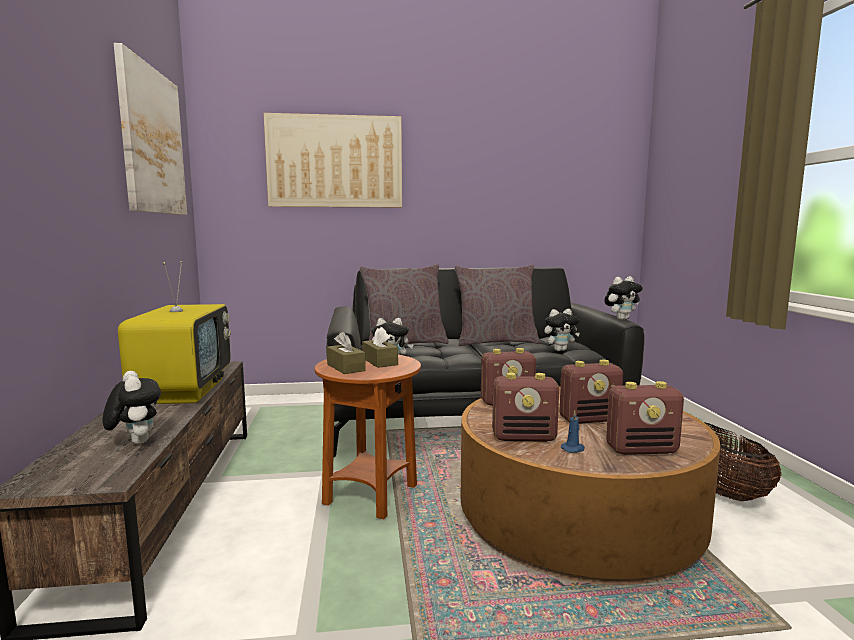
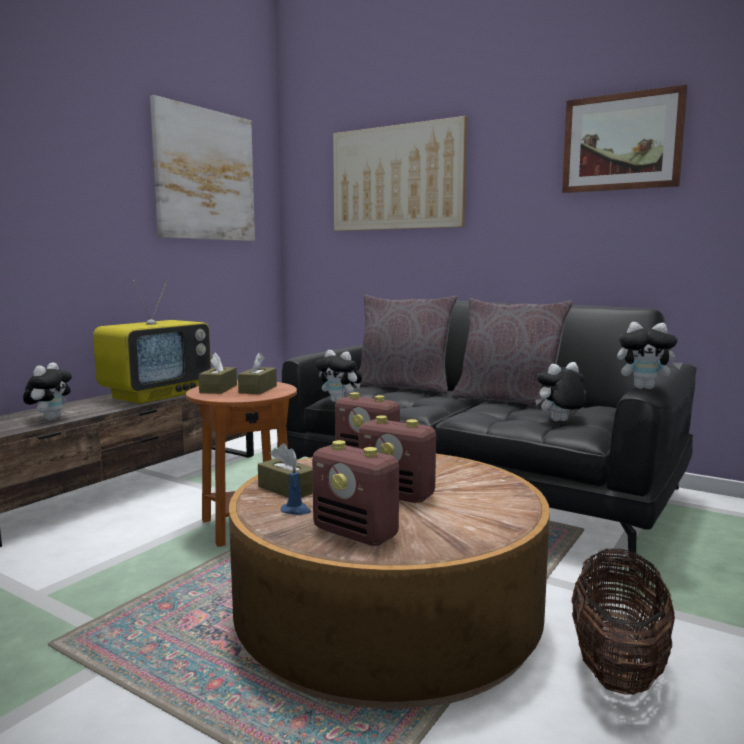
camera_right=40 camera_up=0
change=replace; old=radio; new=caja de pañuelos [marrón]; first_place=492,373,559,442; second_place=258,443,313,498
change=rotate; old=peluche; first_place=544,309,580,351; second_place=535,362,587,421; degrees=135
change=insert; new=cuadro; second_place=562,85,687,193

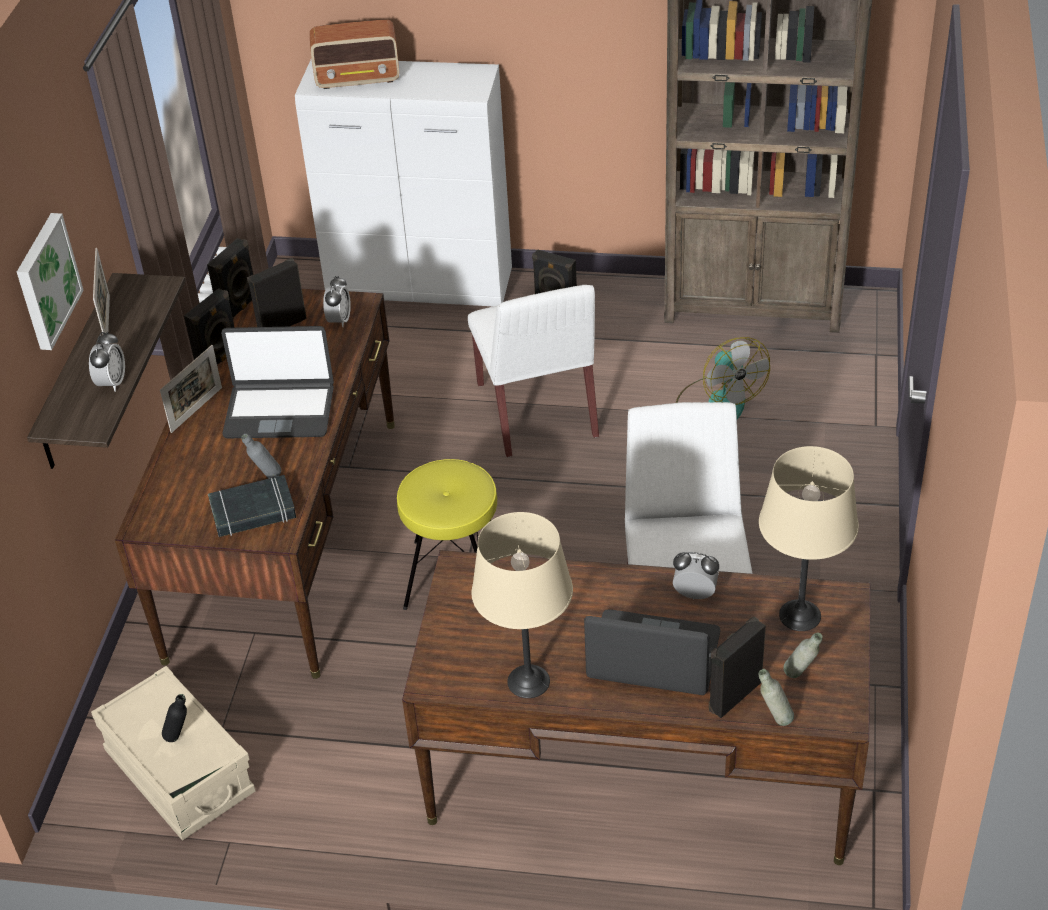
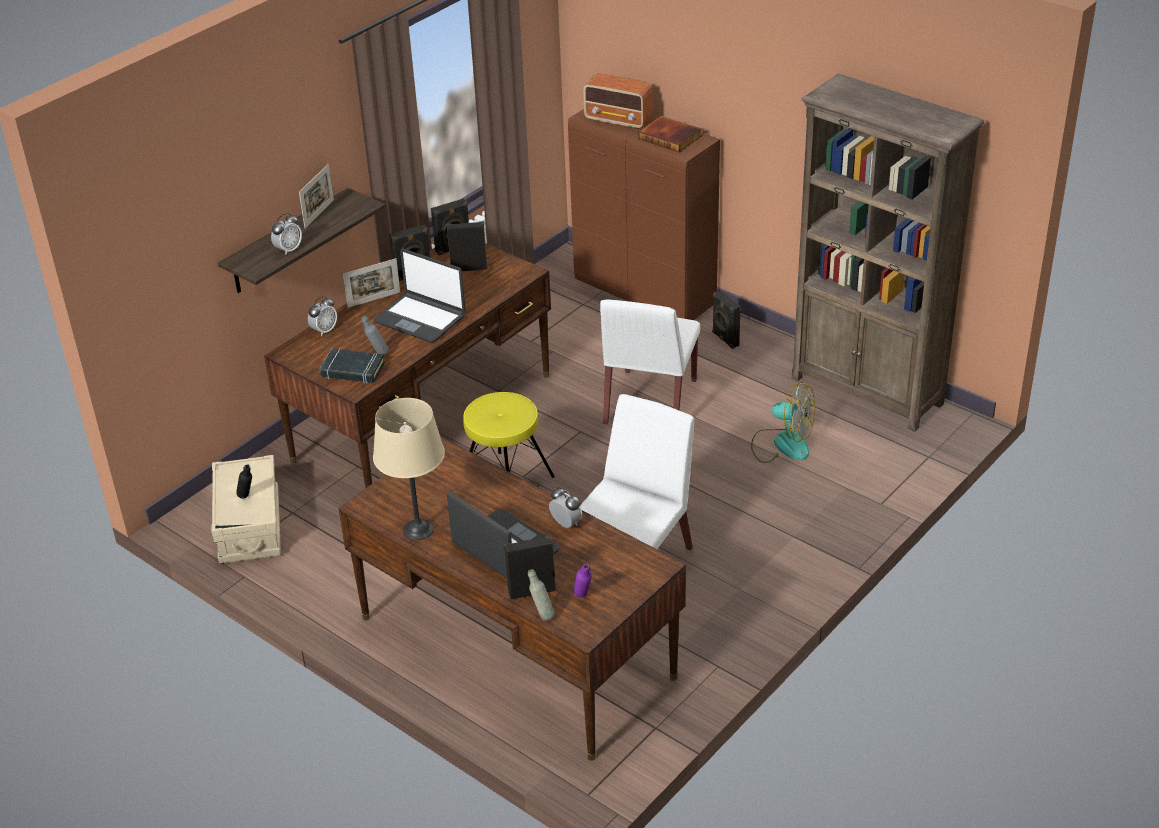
camera_right=30 camera_up=-5
change=move; old=despertador; first_place=323,276,351,327; second_place=308,296,337,336
change=recolor; old=armario [blanco]; new=armario [marrón]; first_place=295,60,512,306; second_place=568,109,720,320
change=recolor; old=botella [gris]; new=botella [morado]; first_place=784,633,823,678; second_place=573,564,592,598
change=insert; new=libro; second_place=638,116,702,152
change=rotate; old=ventilador; first_place=676,337,770,419; second_place=751,382,815,463; degrees=-75
change=delete; old=cuadro; first_place=17,213,84,350
change=delete; old=lámpara de mesa [beis]; first_place=759,446,859,631

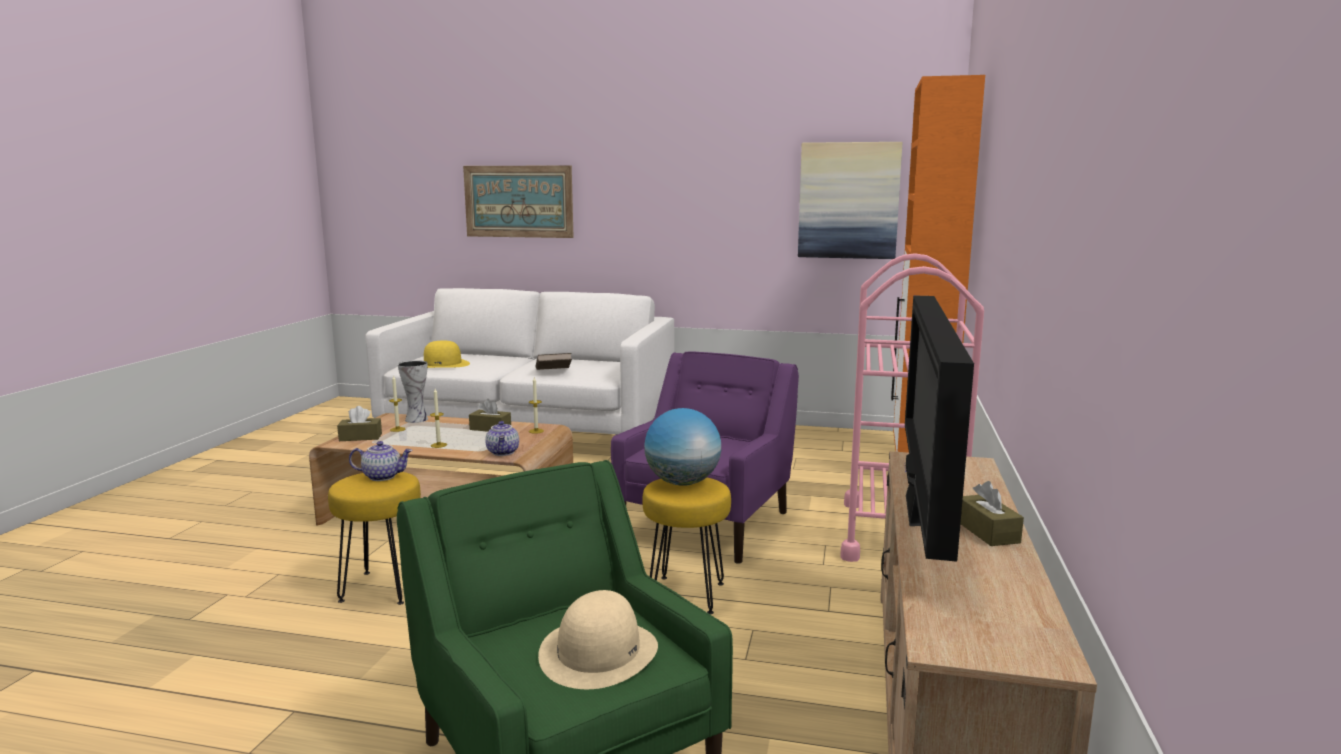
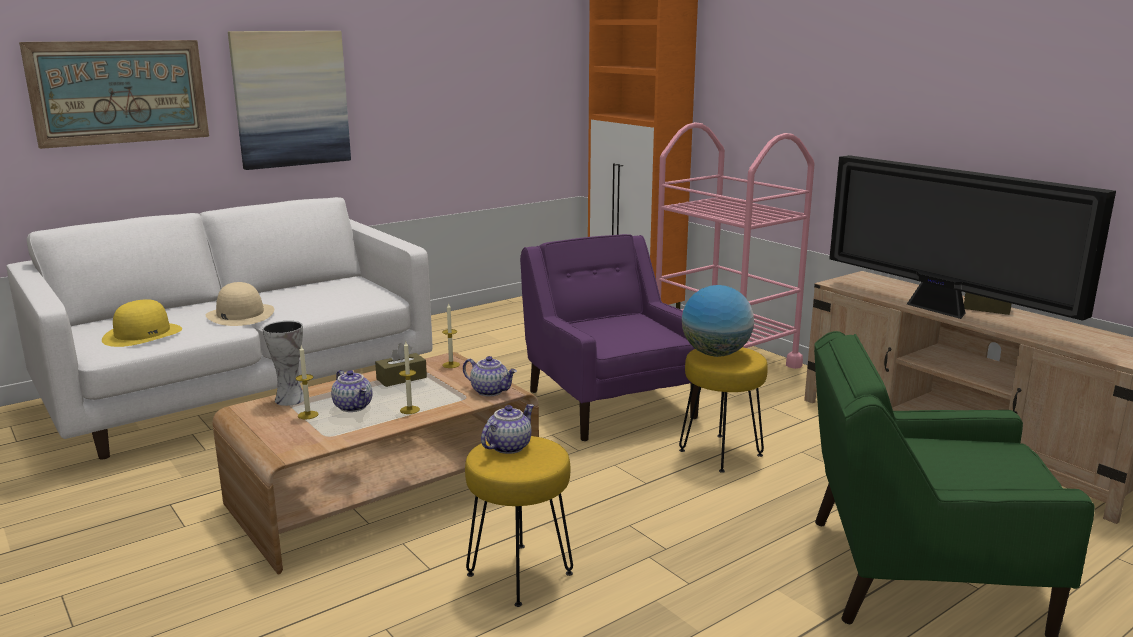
camera_right=-50 camera_up=5
change=move; old=sombrero [beis]; first_place=538,590,658,689; second_place=206,282,274,326
change=move; old=cuadro; first_place=798,142,902,259; second_place=228,31,351,170
change=insert; new=tetera; second_place=331,370,372,412
change=delete; old=caja de pañuelos [marrón]; first_place=337,406,382,441
change=delete; old=libro [marrón]; first_place=536,353,572,370

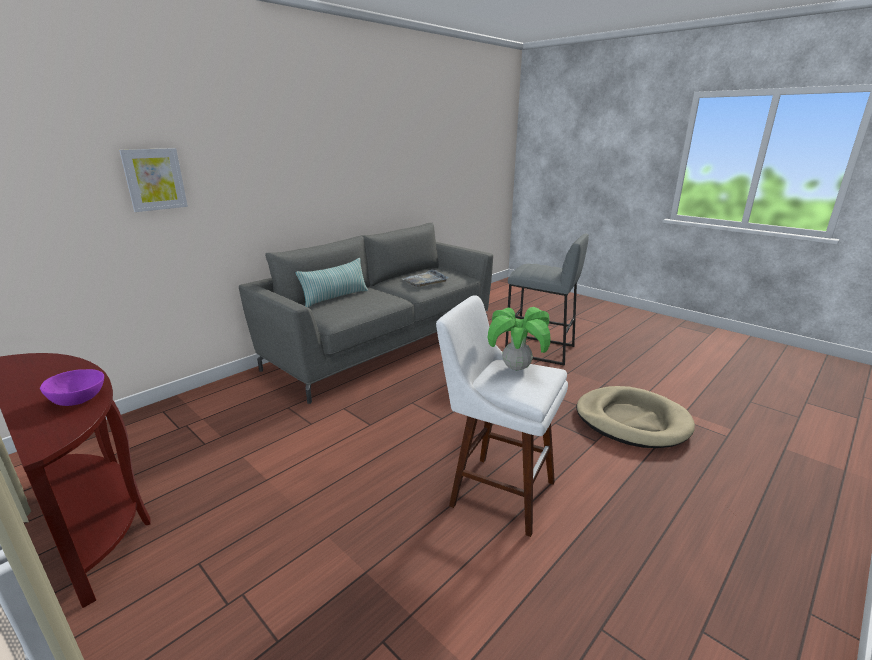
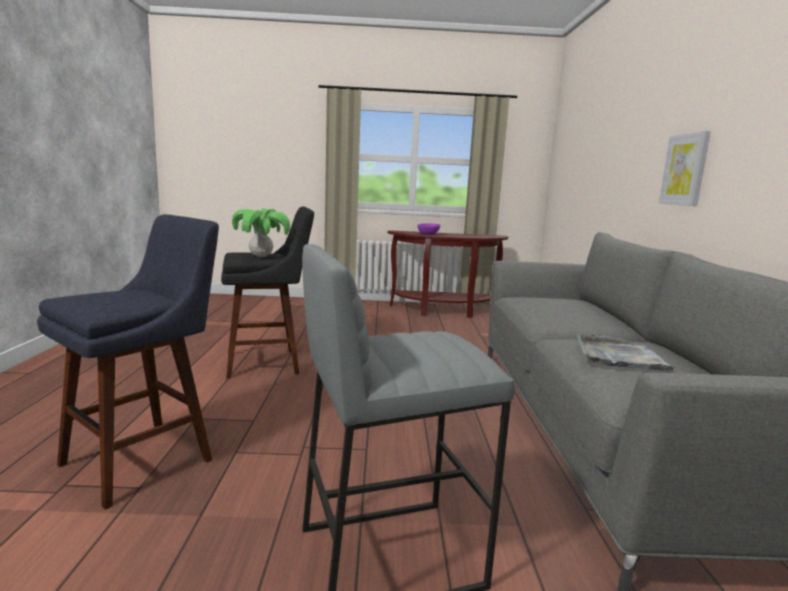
camera_right=135 camera_up=-10
change=replace; old=cama para perro [beis]; new=taburete [azul]; first_place=576,386,695,448; second_place=37,214,219,510
change=recolor; old=taburete [blanco]; new=taburete [negro]; first_place=436,295,568,537; second_place=221,207,314,379
change=move; old=cuadro; first_place=119,148,188,212; second_place=659,131,711,206
change=delete; old=cojín; first_place=296,258,368,307

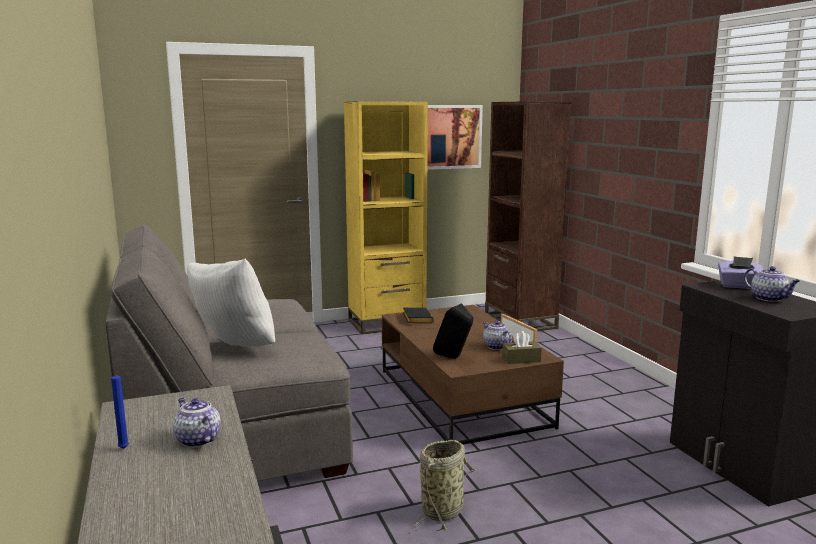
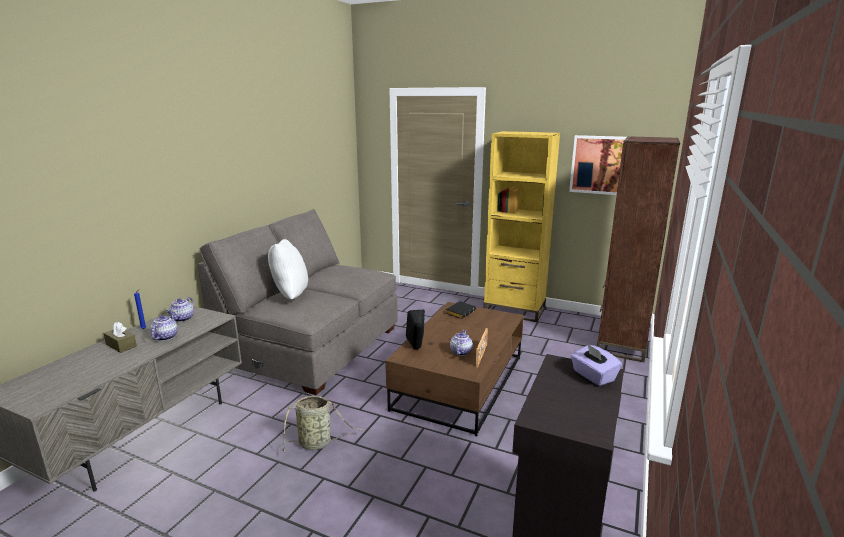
camera_right=45 camera_up=5
change=move; old=caja de pañuelos [marrón]; first_place=502,331,542,364; second_place=103,322,137,353
change=move; old=tetera; first_place=744,266,800,302; second_place=167,297,194,322

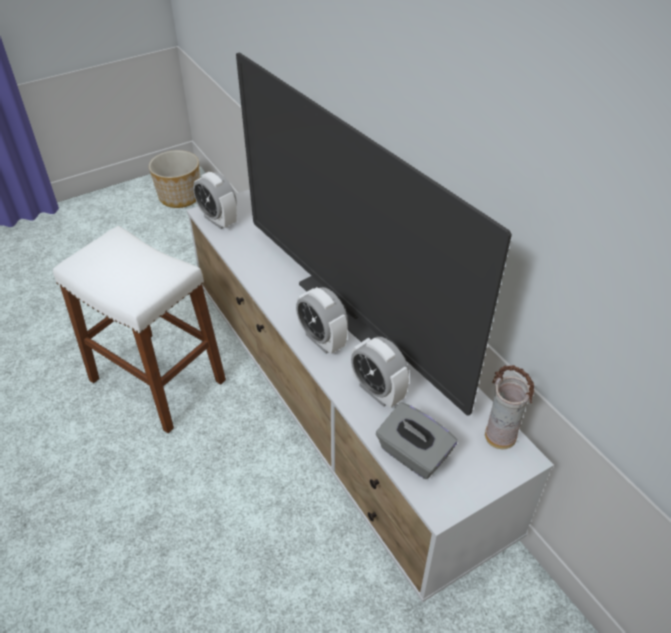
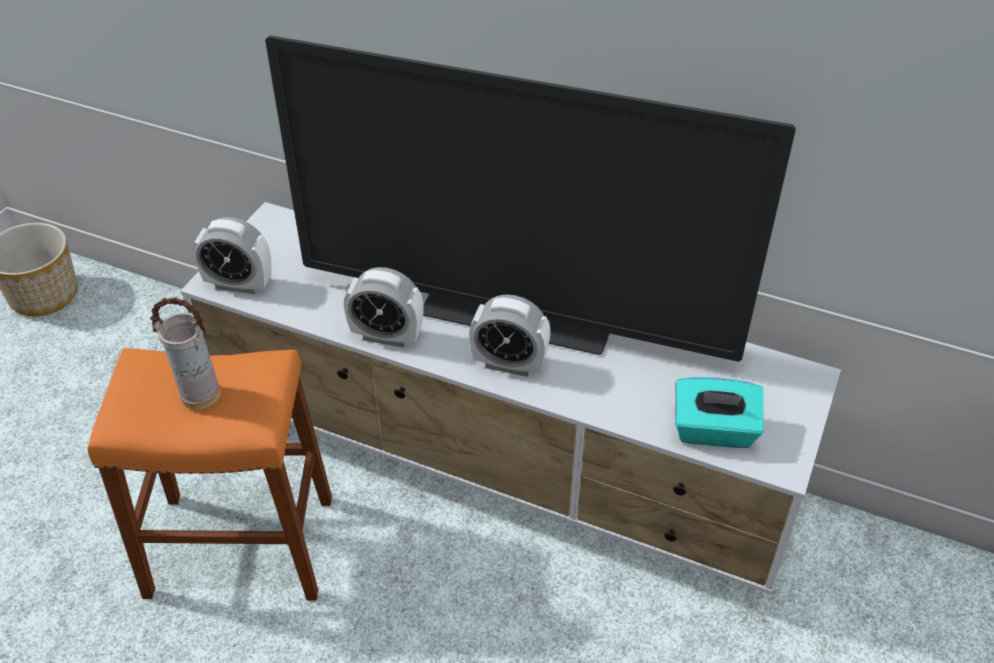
camera_right=-35 camera_up=0
change=recolor; old=taburete [blanco]; new=taburete [naranja]; first_place=53,226,226,433; second_place=87,348,332,601
change=move; old=florero; first_place=485,365,534,450; second_place=150,297,221,410
change=move; old=despertador; first_place=351,337,409,408; second_place=344,267,424,348
change=recolor; old=caja de pañuelos [gris]; new=caja de pañuelos [turquesa]; first_place=376,402,458,479; second_place=675,377,764,448

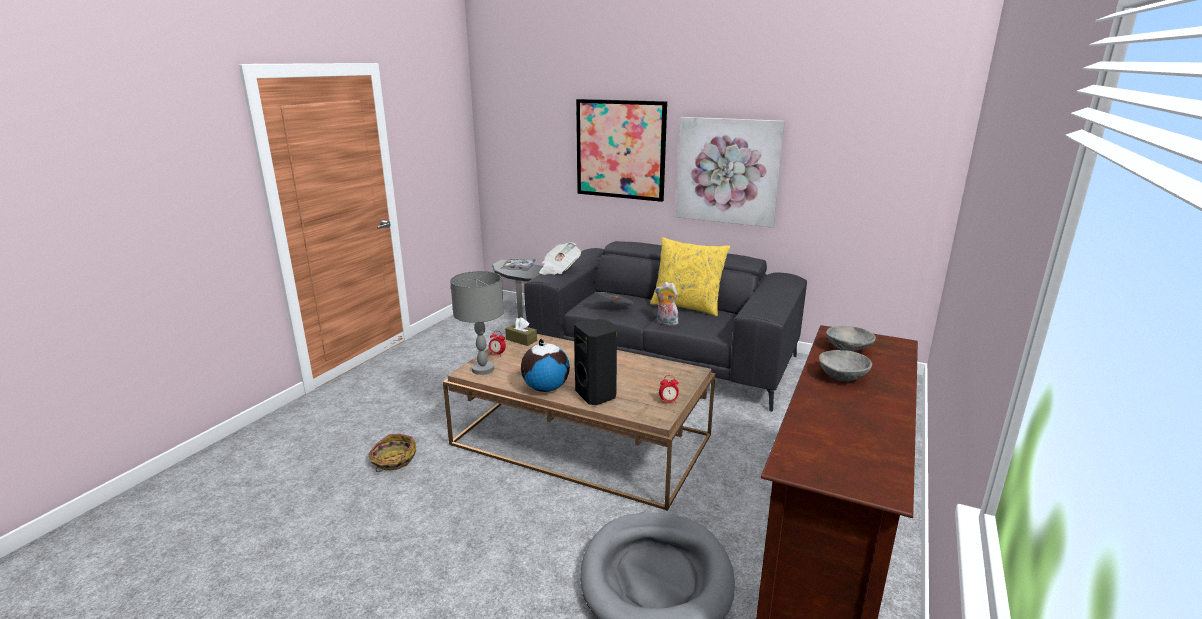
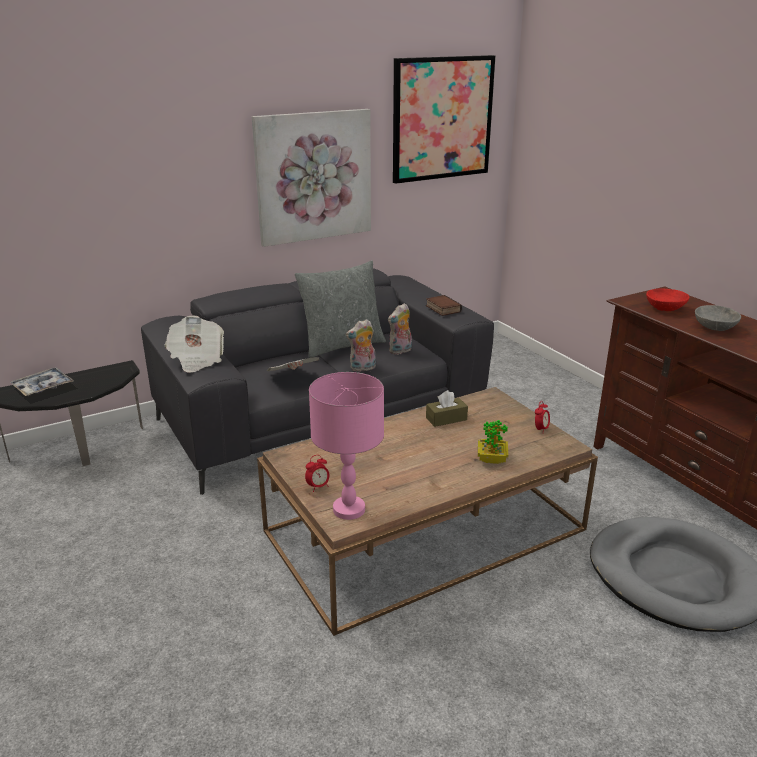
camera_right=-55 camera_up=5
change=recolor; old=cojín [amarillo]; new=cojín [gris]; first_place=650,237,730,316; second_place=295,260,386,358
change=recolor; old=lámpara de mesa [gris]; new=lámpara de mesa [rosa]; first_place=450,271,504,375; second_place=309,372,384,520
change=insert; new=peluche; second_place=388,303,412,354
change=move; old=cuadro; first_place=576,99,667,202; second_place=393,55,496,184
change=insert; new=libro; second_place=426,295,462,316
change=move; old=caja de pañuelos [marrón]; first_place=505,317,537,346; second_place=426,390,468,427
change=replace; old=altavoz [negro]; new=planta en maceta; first_place=574,319,617,405; second_place=478,420,508,464
change=recolor; old=cuenco [gris]; new=cuenco [rojo]; first_place=826,326,876,351; second_place=646,288,689,311
change=delete; old=cesta; first_place=369,434,416,472
change=delete; old=globo terráqueo; first_place=521,339,570,392

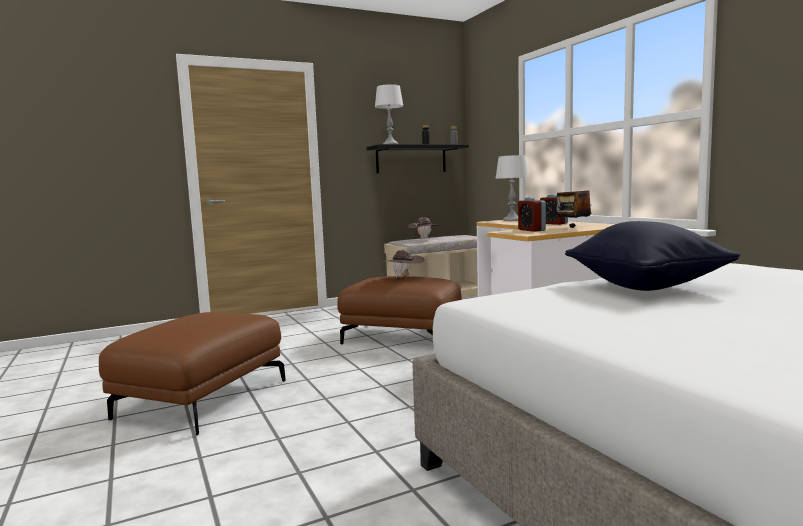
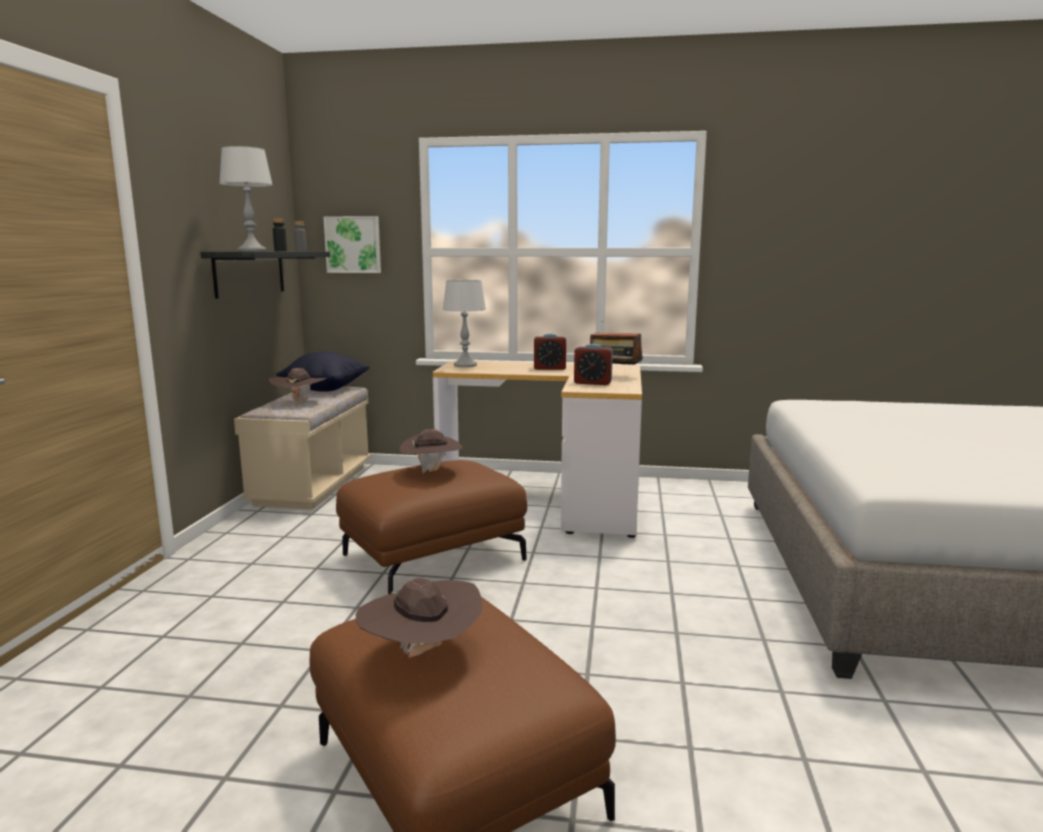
camera_right=-55 camera_up=5
change=move; old=cojín [negro]; first_place=565,221,740,291; second_place=277,352,370,392
change=insert; new=cuadro; second_place=323,216,381,273
change=insert; new=sombrero [marrón]; second_place=356,578,482,658

